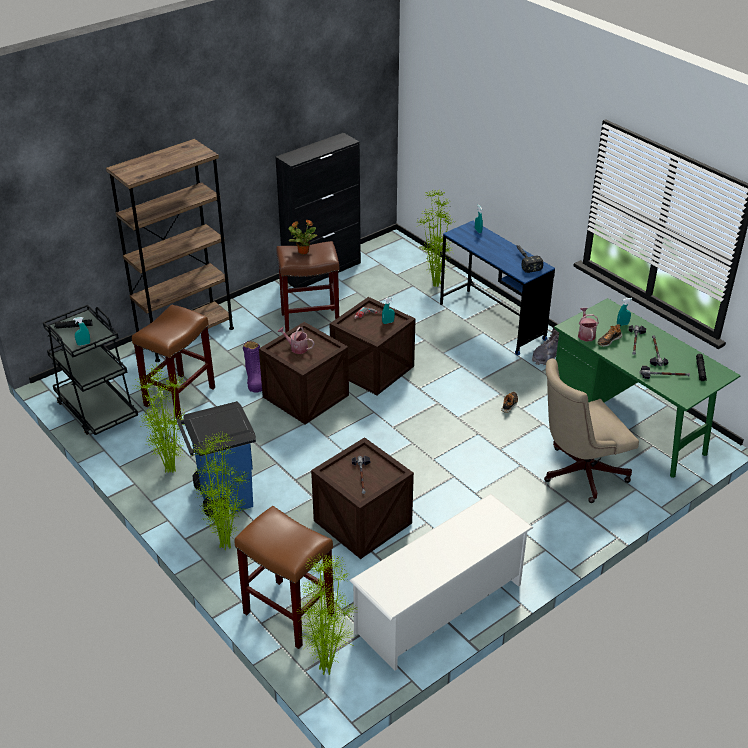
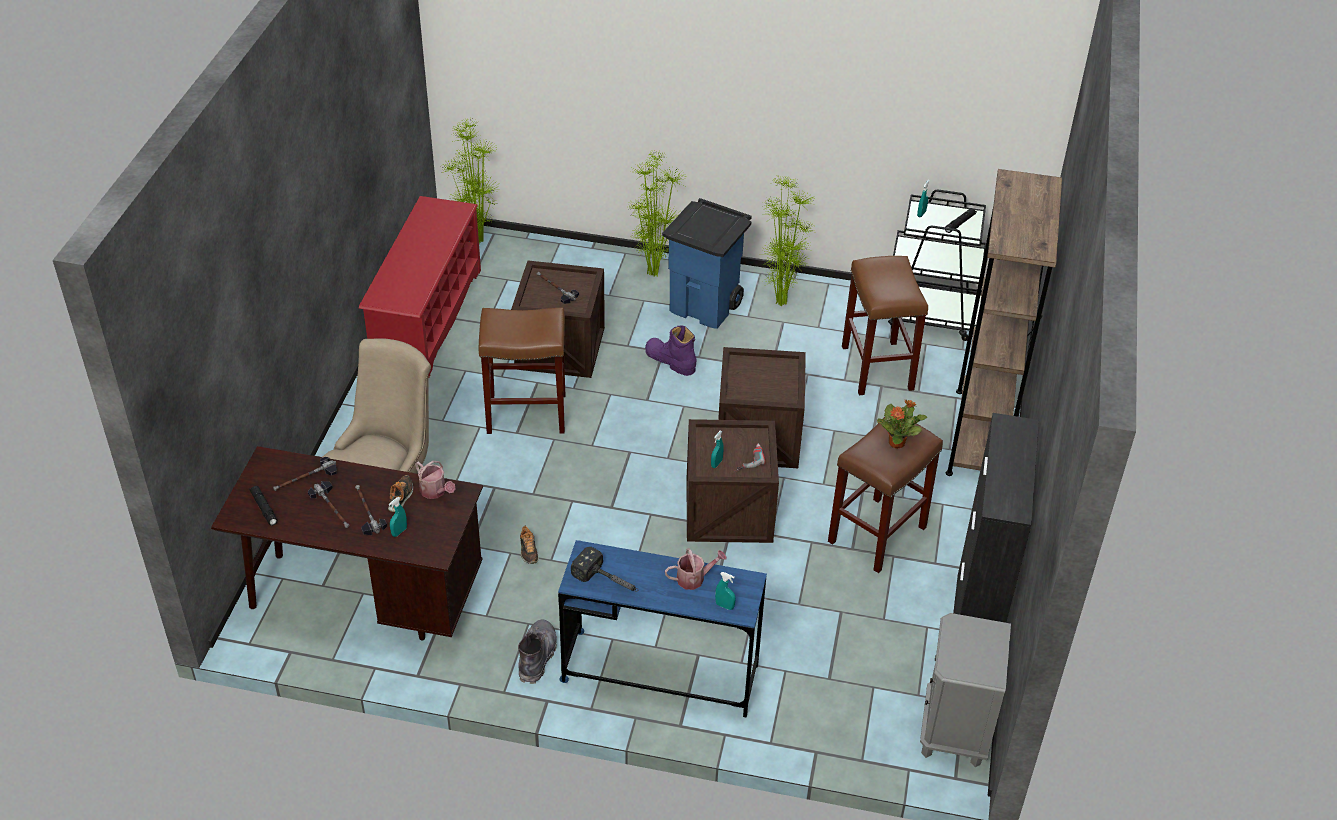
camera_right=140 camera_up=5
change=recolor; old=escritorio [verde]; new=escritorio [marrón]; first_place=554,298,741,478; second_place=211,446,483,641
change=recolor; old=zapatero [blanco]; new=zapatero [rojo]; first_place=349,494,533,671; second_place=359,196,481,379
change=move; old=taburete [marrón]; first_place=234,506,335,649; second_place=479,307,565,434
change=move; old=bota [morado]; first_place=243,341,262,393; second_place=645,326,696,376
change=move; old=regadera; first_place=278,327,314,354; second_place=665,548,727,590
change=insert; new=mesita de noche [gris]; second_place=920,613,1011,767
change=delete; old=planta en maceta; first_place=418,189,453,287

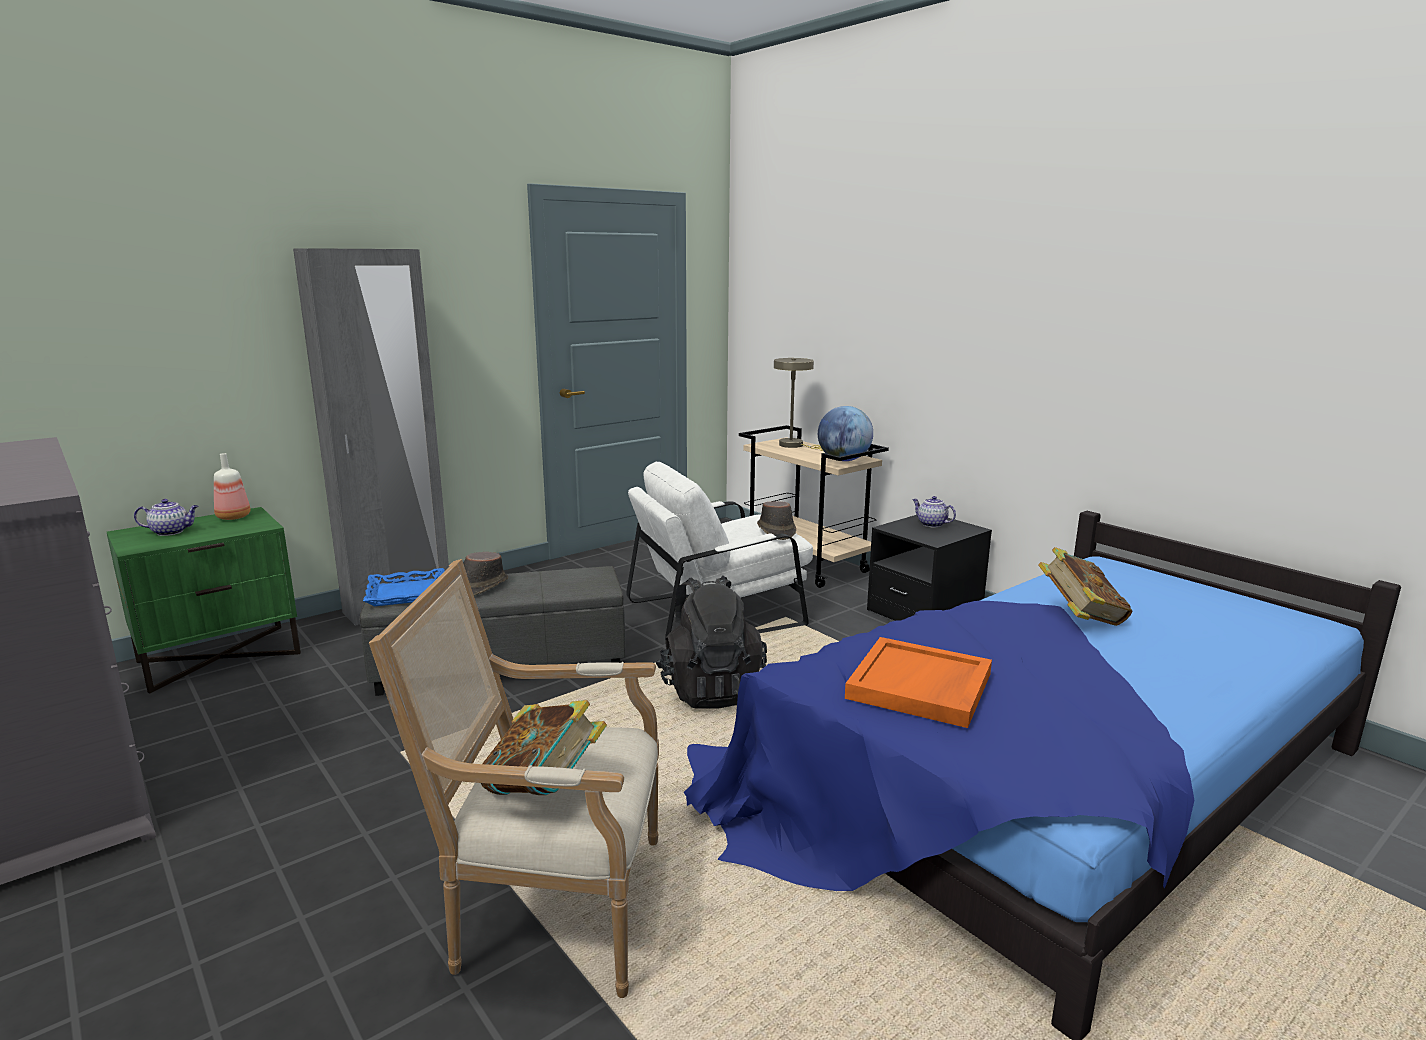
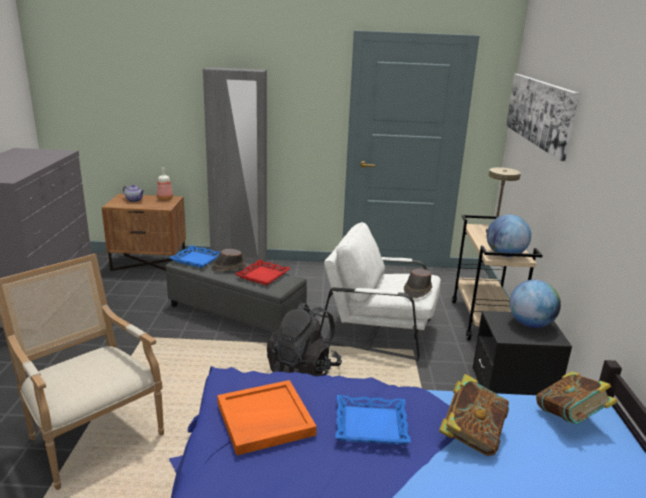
camera_right=40 camera_up=5
change=recolor; old=mesita de noche [verde]; new=mesita de noche [marrón]; first_place=107,507,301,693; second_place=102,194,186,271
change=insert; new=bandeja [rojo]; second_place=236,259,290,285
change=insert; new=bandeja [azul]; second_place=336,395,411,444
change=insert; new=cuadro; second_place=506,74,579,161
change=replace; old=tetera; new=globo terráqueo; first_place=912,496,956,527; second_place=510,280,561,328
change=move; old=libro; first_place=481,700,607,795; second_place=536,371,618,424

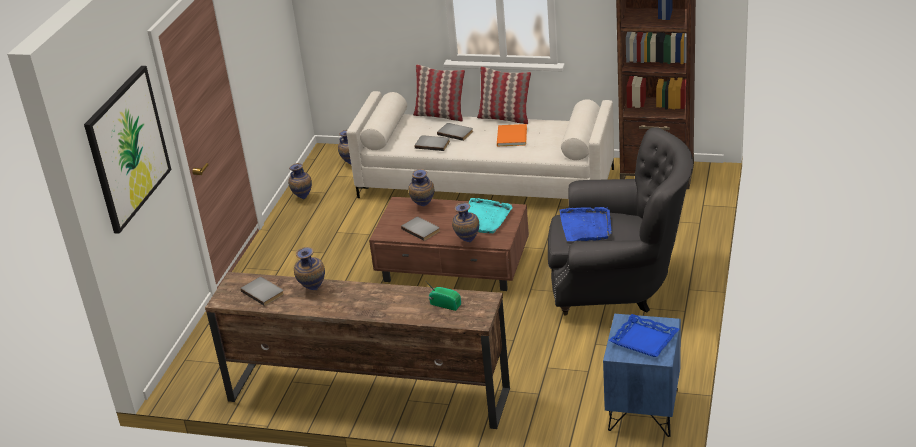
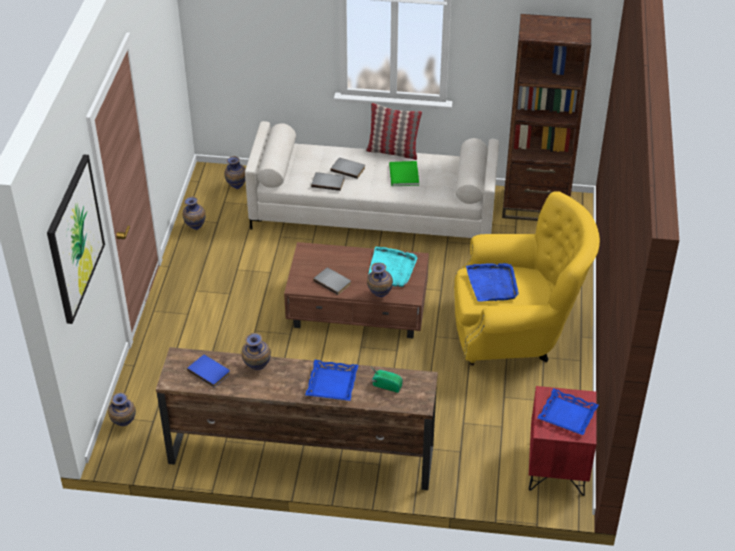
camera_right=-10 camera_up=10
change=move; old=florero; first_place=408,169,435,206; second_place=108,392,136,426
change=recolor; old=libro [gris]; new=libro [azul]; first_place=240,277,284,306; second_place=187,355,230,388
change=insert; new=bandeja [azul]; second_place=305,360,358,401
change=recolor; old=libro [naranja]; new=libro [verde]; first_place=497,124,527,146; second_place=389,161,419,186
change=recolor; old=sillón [gris]; new=sillón [amarillo]; first_place=548,127,693,315; second_place=454,191,600,366
change=recolor; old=mesita de noche [azul]; new=mesita de noche [rojo]; first_place=603,314,681,437; second_place=529,386,597,496
change=delete; old=cojín; first_place=413,64,465,122

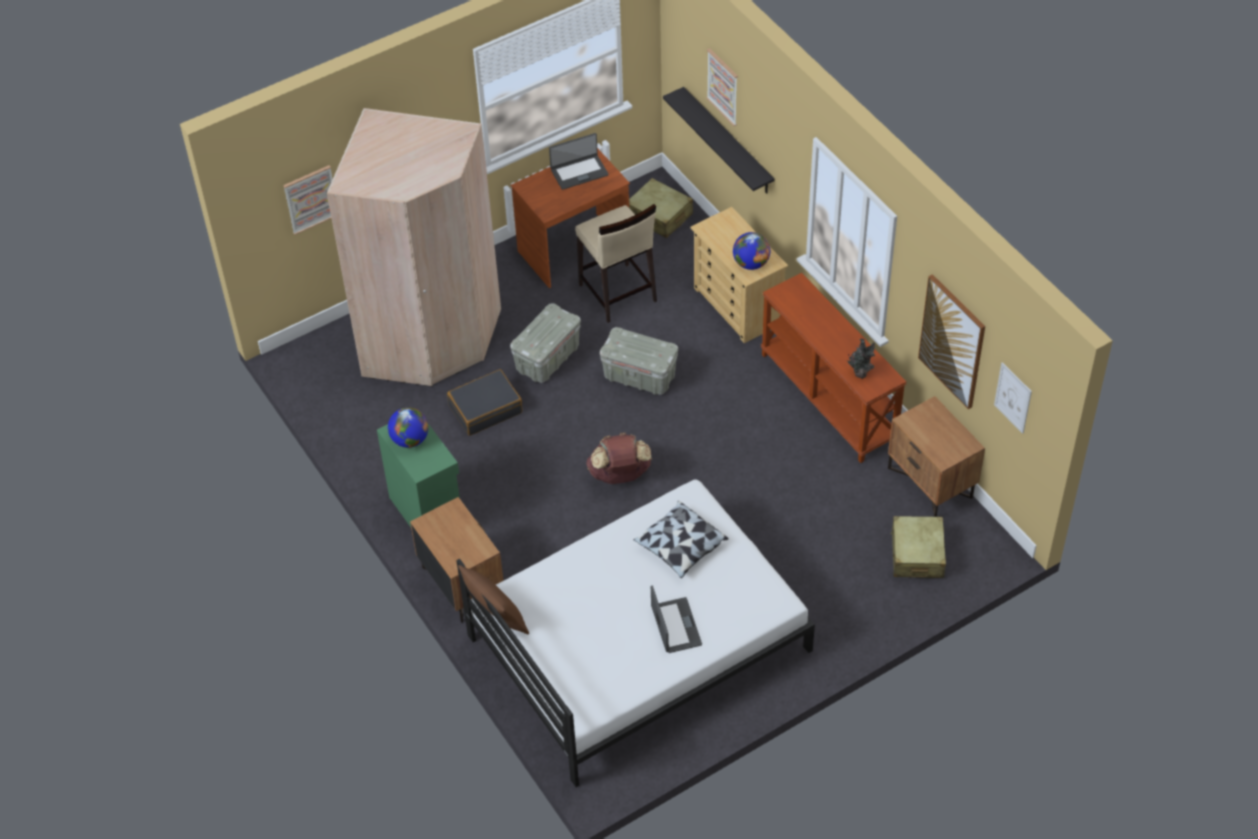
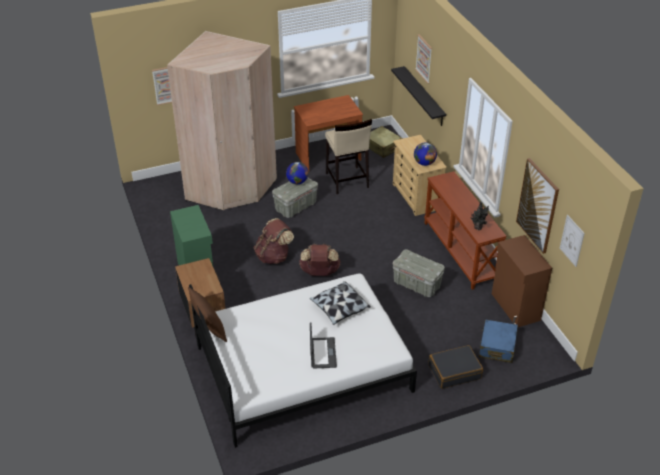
camera_right=10 camera_up=-10
change=insert; new=mochila [marrón]; second_place=254,218,294,264
change=move; old=globo terráqueo; first_place=388,407,429,448; second_place=286,162,309,184
change=move; old=caja de almacenaje [gris]; first_place=600,327,678,395; second_place=393,249,445,297
change=move; old=maleta [negro]; first_place=447,369,522,436; second_place=429,345,483,389
change=recolor; old=maleta [beis]; new=maleta [azul]; first_place=891,516,946,578; second_place=479,319,518,363
change=replace; old=mesita de noche [marrón]; new=armario [marrón]; first_place=888,396,985,517; second_place=492,235,552,327
change=delete; old=portátil; first_place=549,133,609,190

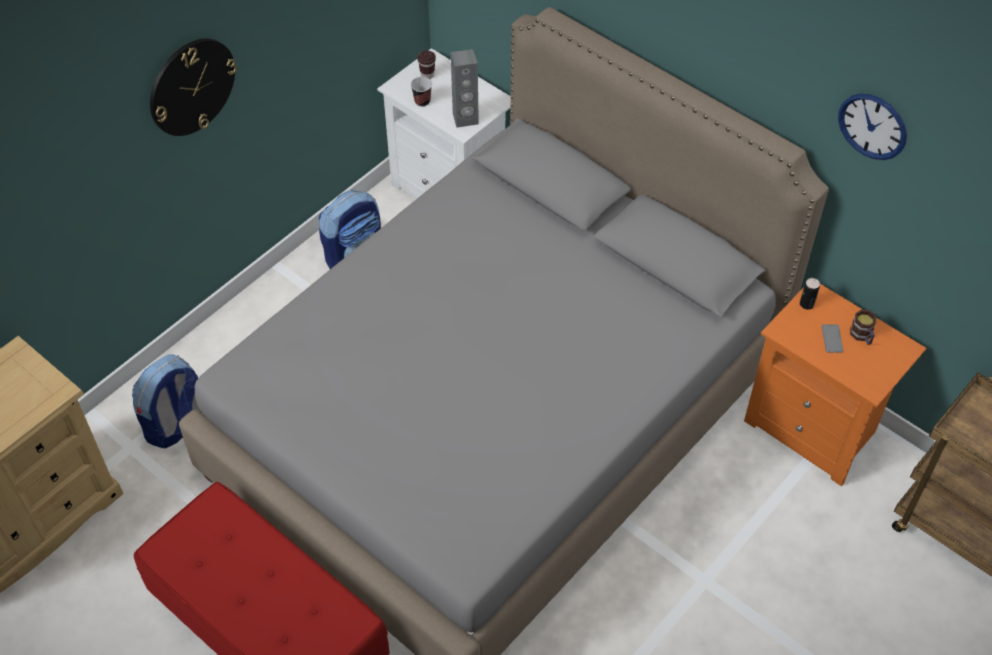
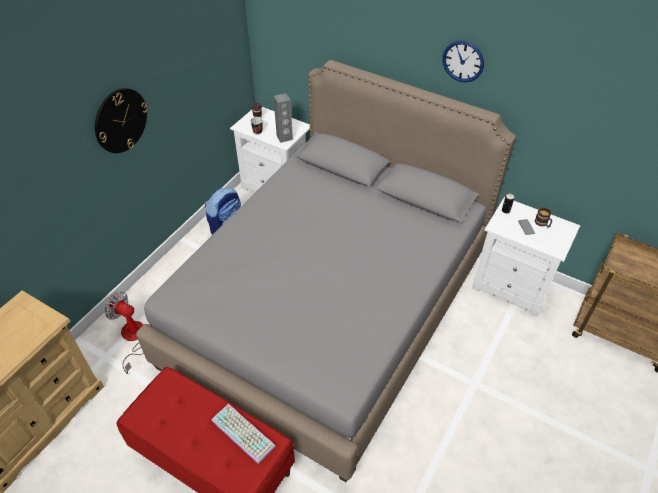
camera_right=-10 camera_up=-5
change=replace; old=mochila; new=ventilador; first_place=132,354,200,448; second_place=104,292,144,374
change=insert; new=teclado; second_place=211,404,275,464
change=move; old=reloj de pared; first_place=838,93,907,160; second_place=442,41,484,83
change=recolor; old=mesita de noche [naranja]; new=mesita de noche [blanco]; first_place=744,284,926,486; second_place=472,197,580,317

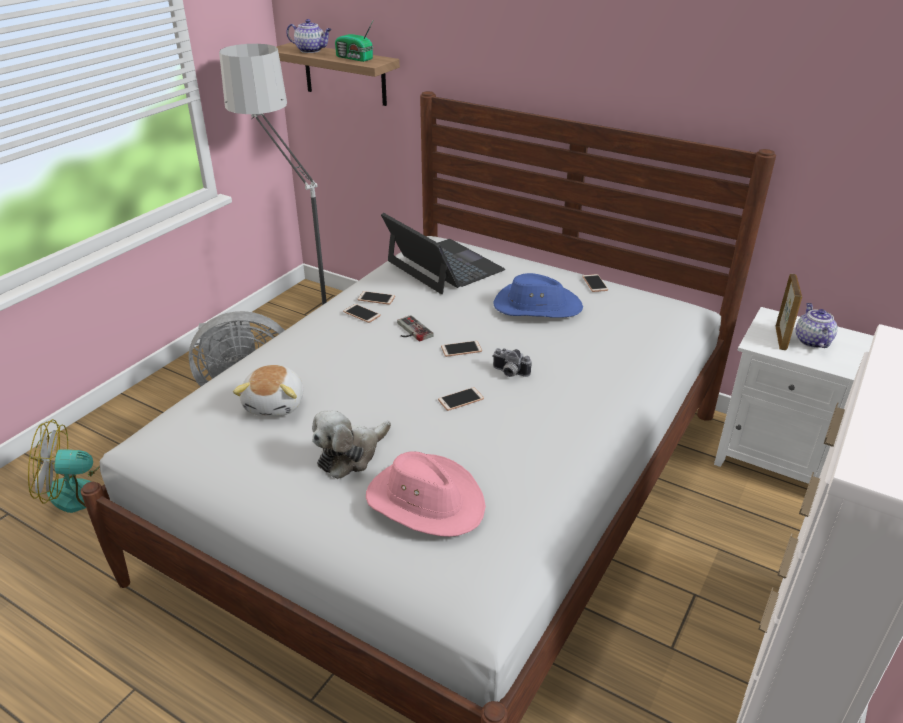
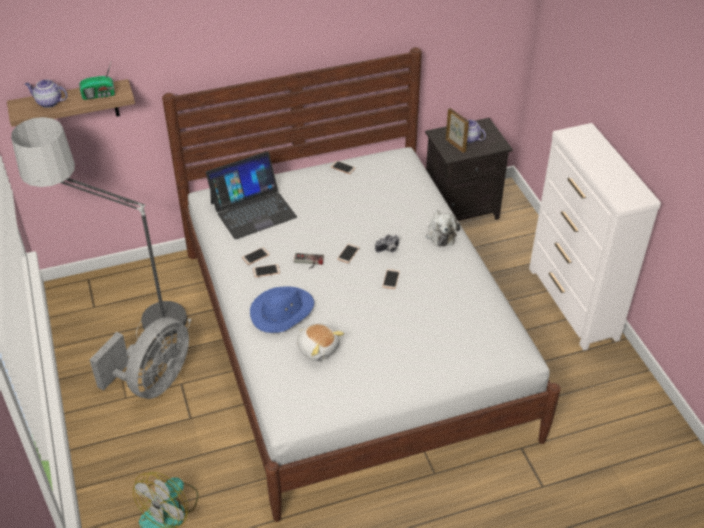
camera_right=-50 camera_up=10
change=rotate; old=tetera; first_place=286,19,332,53; second_place=25,79,68,108; degrees=-135
change=rotate; old=portátil; first_place=381,213,505,294; second_place=206,152,297,239; degrees=150
change=move; old=sombrero [azul]; first_place=493,273,583,318; second_place=250,286,314,333
change=recolor; old=mesita de noche [blanco]; new=mesita de noche [negro]; first_place=714,307,874,484; second_place=425,118,513,221
change=move; old=peluche; first_place=312,410,391,479; second_place=426,210,460,247
change=delete; old=sombrero [rosa]; first_place=366,451,486,537

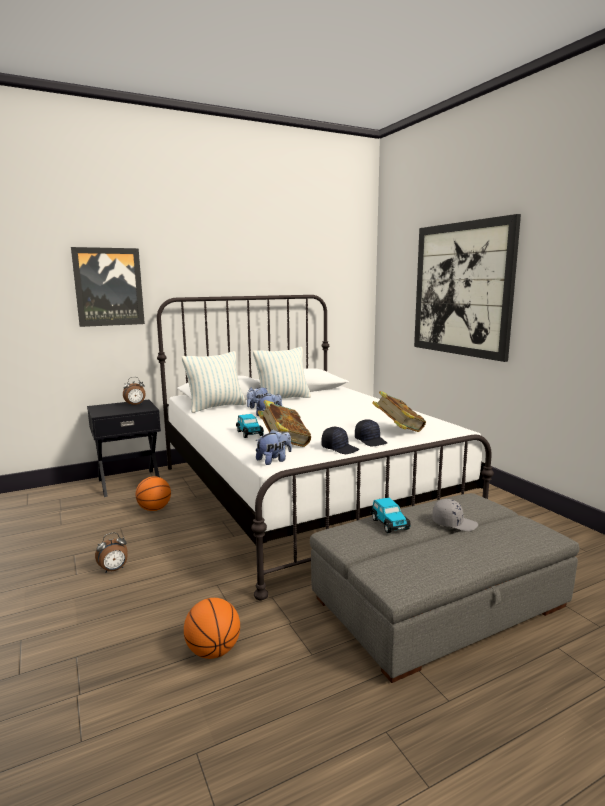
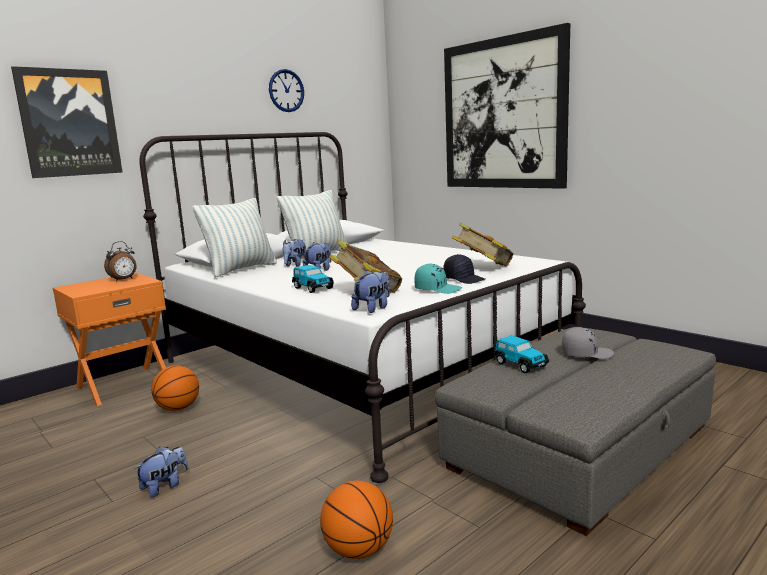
camera_right=-15 camera_up=0
change=recolor; old=mesita de noche [negro]; new=mesita de noche [naranja]; first_place=87,400,161,497; second_place=53,273,166,406
change=replace; old=despertador; new=peluche; first_place=95,532,128,573; second_place=134,447,188,497
change=insert; new=reloj de pared; second_place=269,69,304,112
change=recolor; old=gorra [negro]; new=gorra [turquesa]; first_place=322,427,359,454; second_place=414,263,462,294

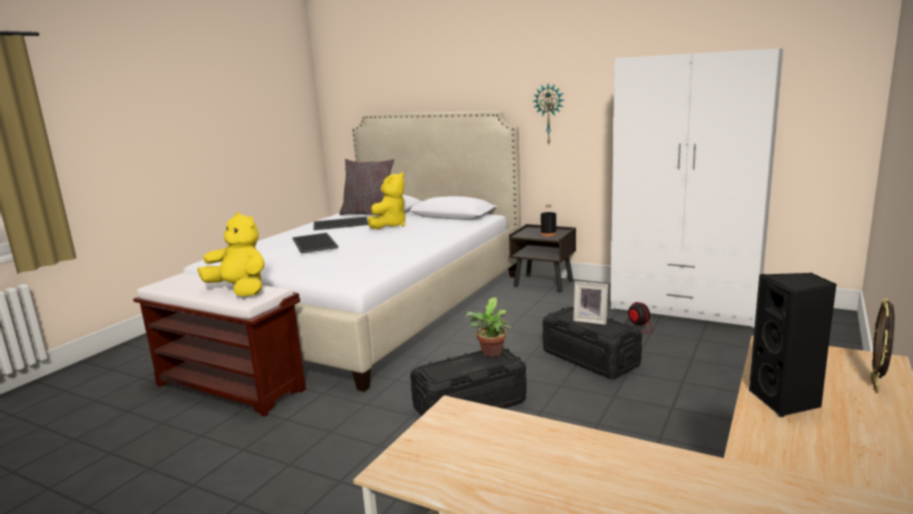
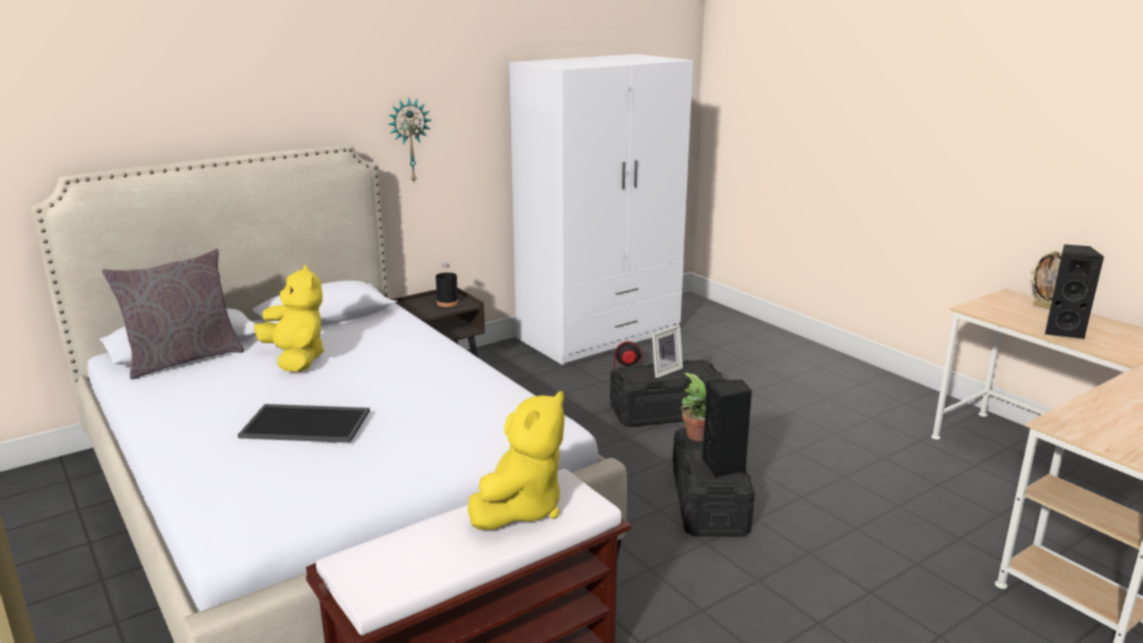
camera_right=-65 camera_up=5
change=rotate; old=peluche [amarillo]; first_place=197,212,265,296; second_place=468,391,565,530; degrees=150
change=insert; new=altavoz [negro]; second_place=702,380,752,478
change=delete; old=bandeja; first_place=313,216,368,230

